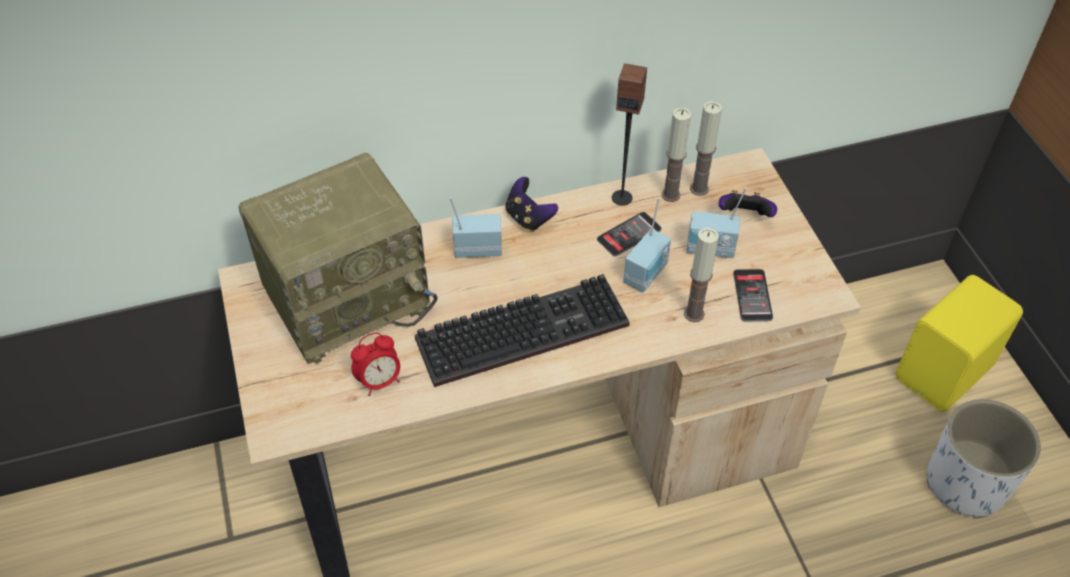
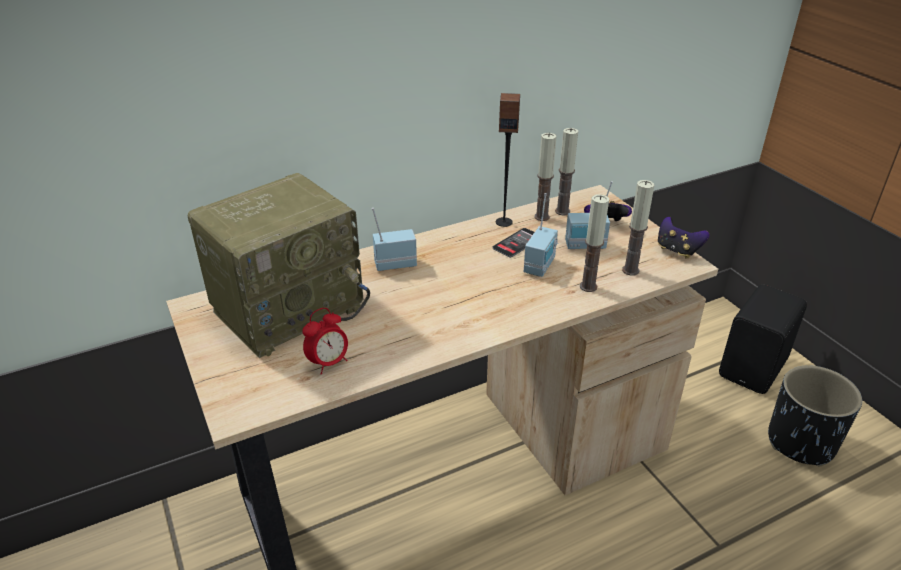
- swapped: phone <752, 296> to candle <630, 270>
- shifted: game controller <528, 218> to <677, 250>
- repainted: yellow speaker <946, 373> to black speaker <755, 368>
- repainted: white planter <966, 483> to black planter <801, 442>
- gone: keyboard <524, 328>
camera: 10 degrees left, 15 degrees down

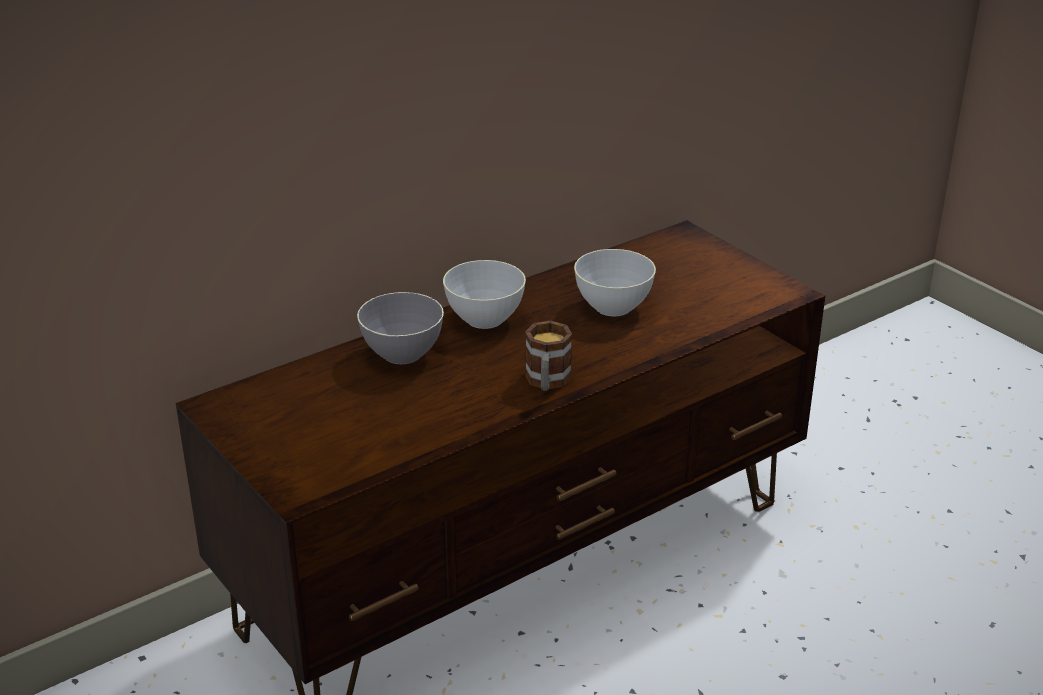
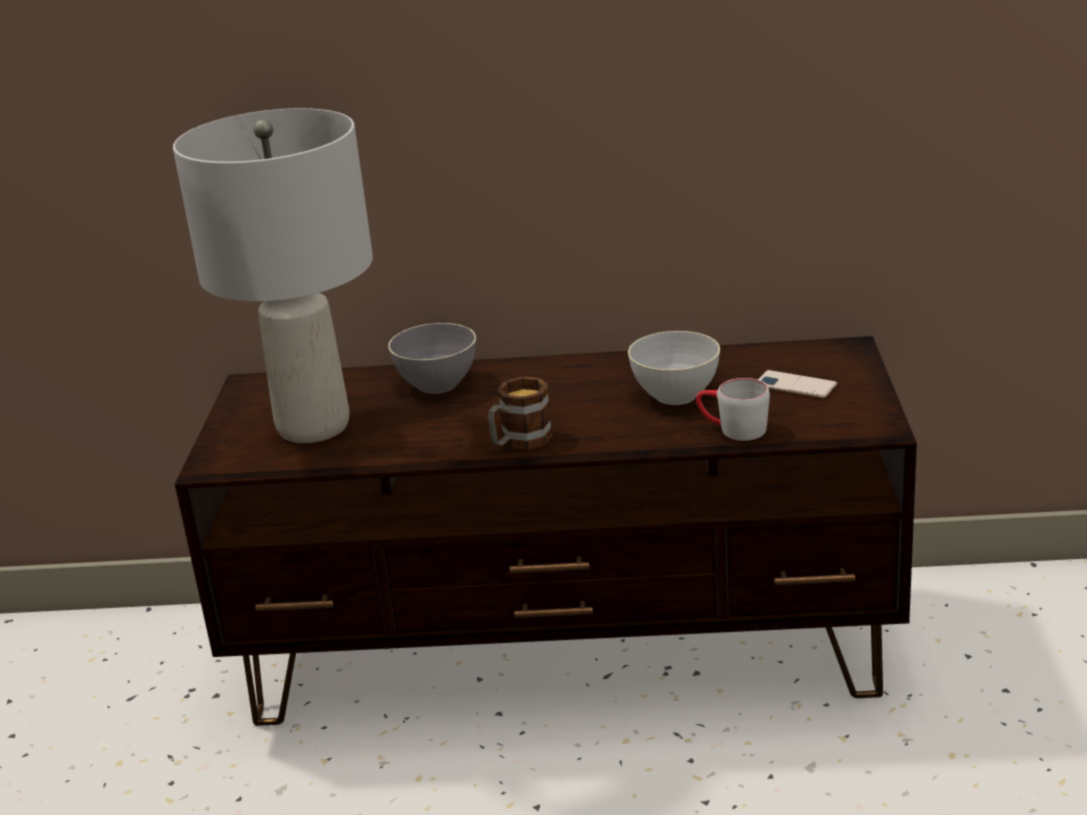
- new: grey table lamp <314, 426>
- new: grey mug <732, 429>
- new: phone <795, 385>
- gone: grey bowl <484, 319>
camera: 40 degrees right, 5 degrees down

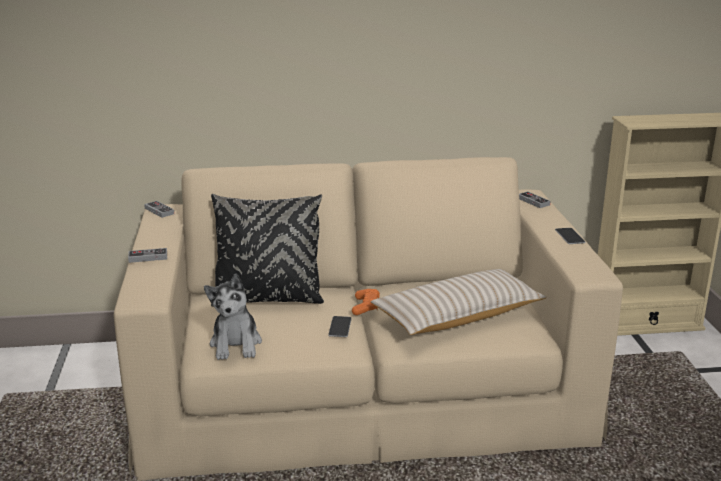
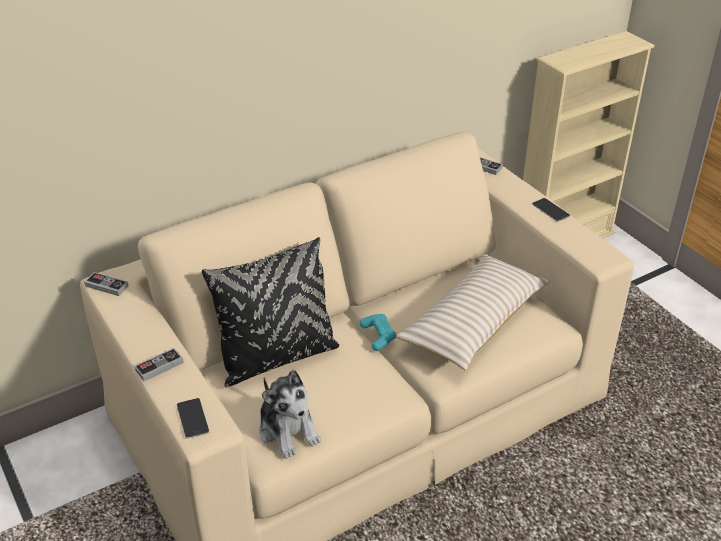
- shifted: phone <340, 327> to <192, 418>
- repainted: orange game controller <366, 307> to turquoise game controller <378, 336>
camera: 25 degrees left, 15 degrees up

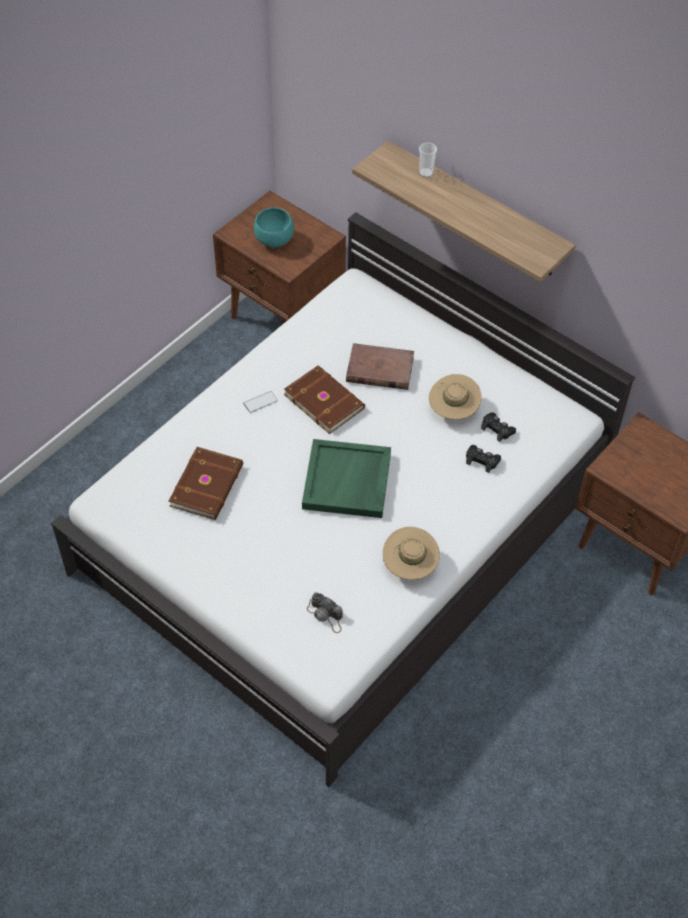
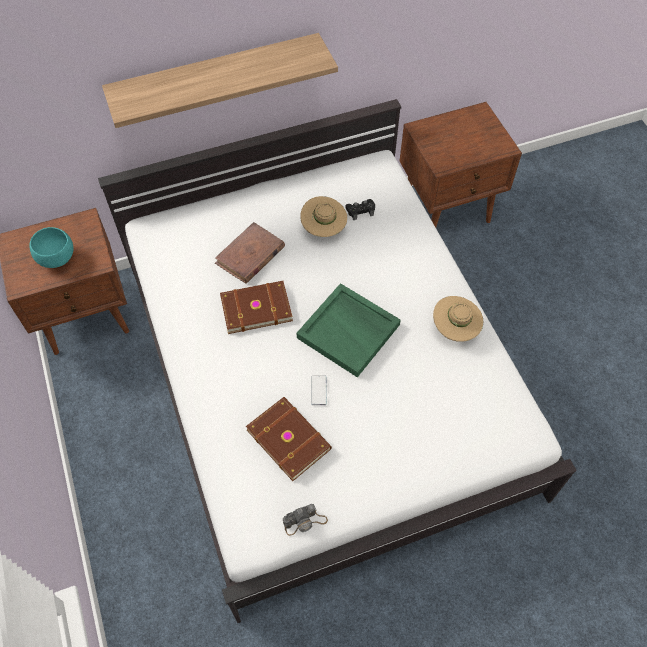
- shifted: photo camera <326, 616> to <305, 522>
- shifted: phone <260, 402> to <318, 390>
- gone: cup <426, 173>
- gone: black game controller <482, 460>
camera: 60 degrees left, 5 degrees up

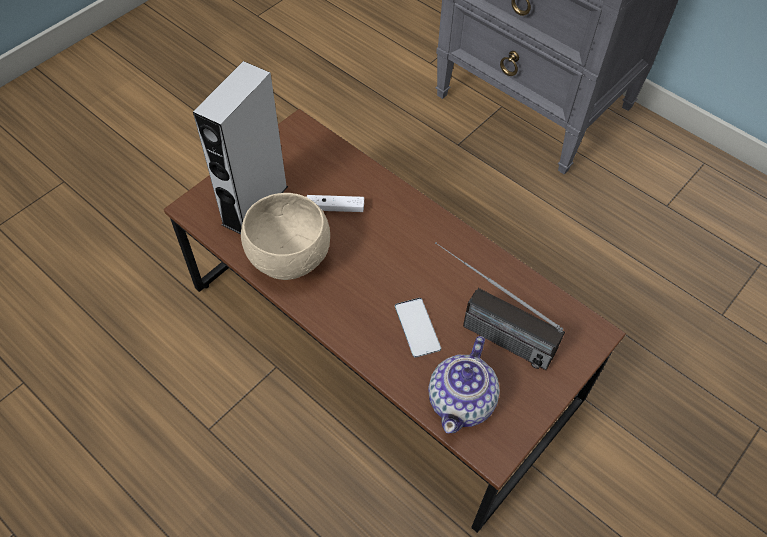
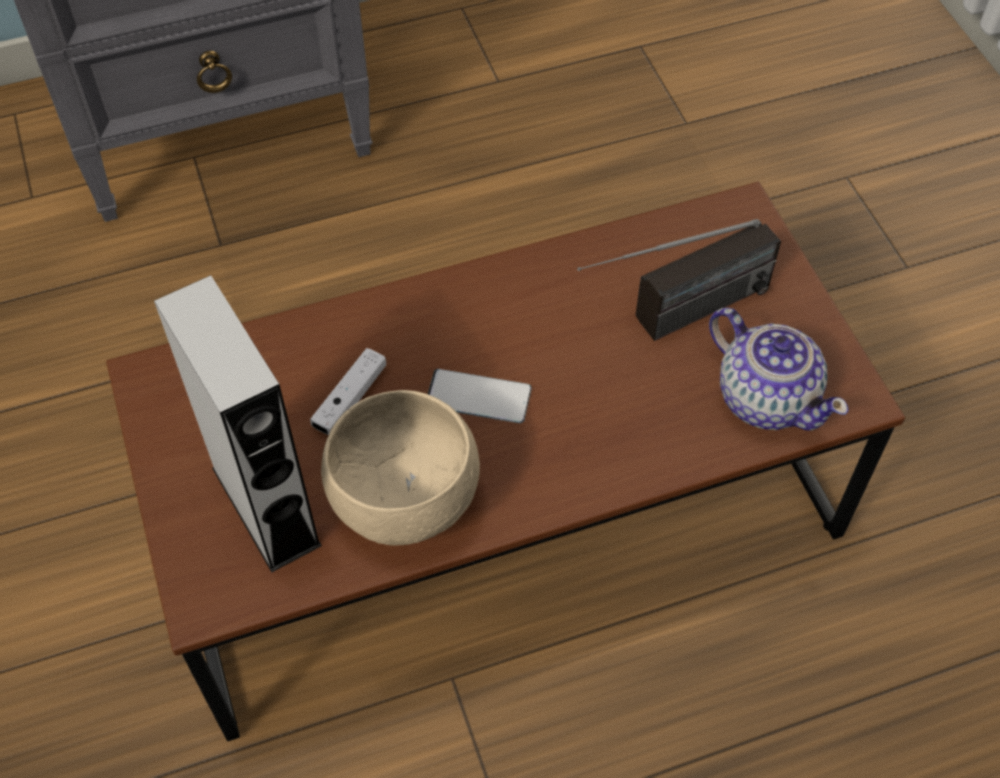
- shifted: phone <417, 327> to <478, 397>
camera: 60 degrees left, 0 degrees up

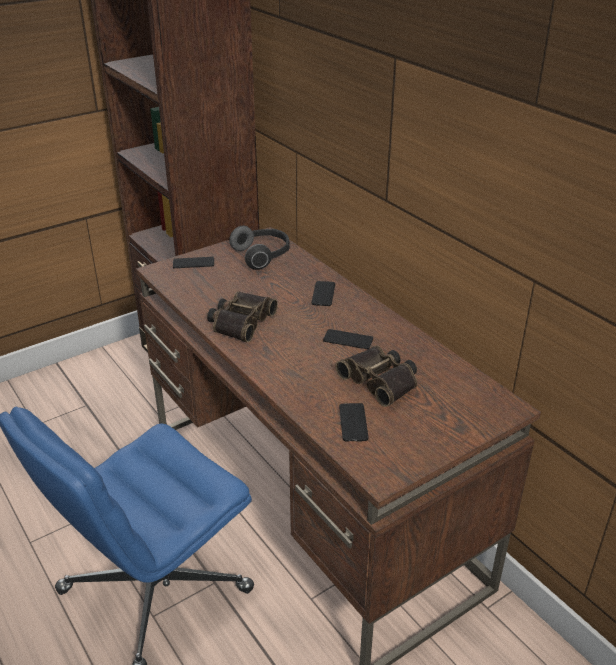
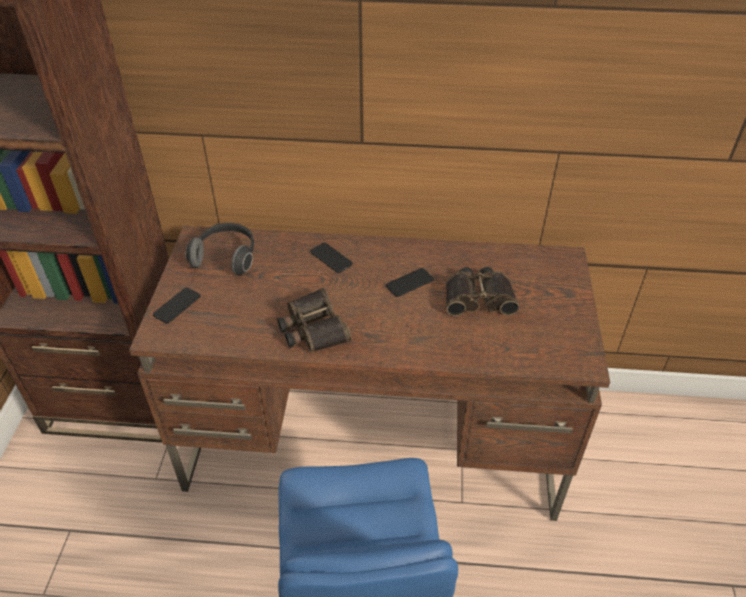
- gone: phone <353, 422>
camera: 50 degrees left, 10 degrees up

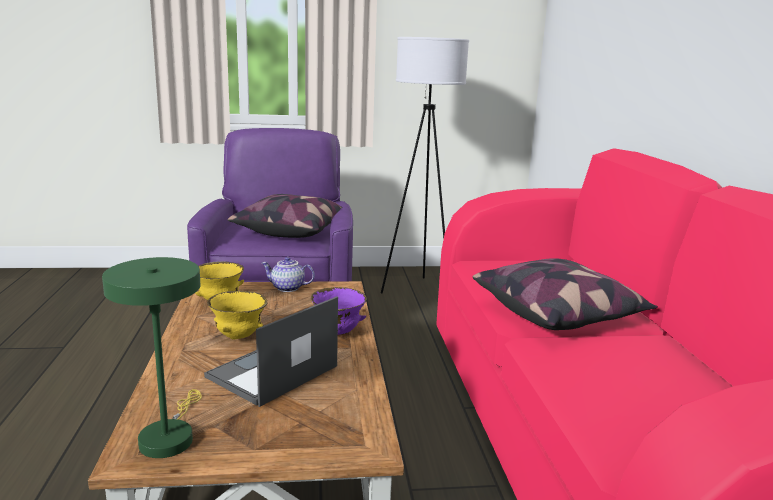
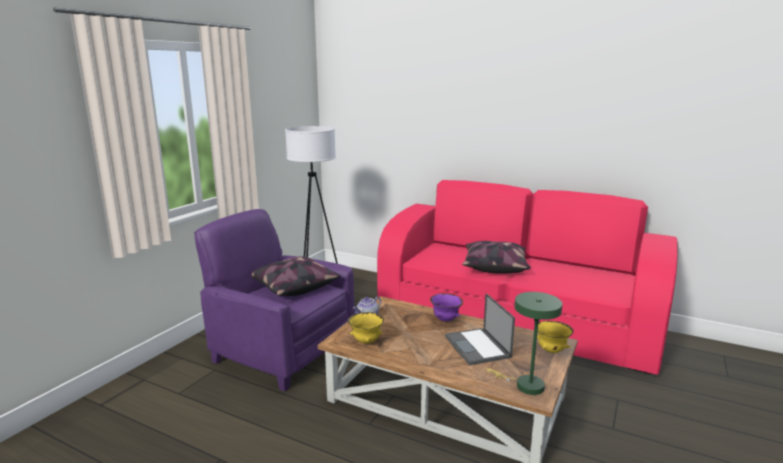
- shifted: yellow bowl <238, 337> to <552, 351>
camera: 55 degrees left, 0 degrees up

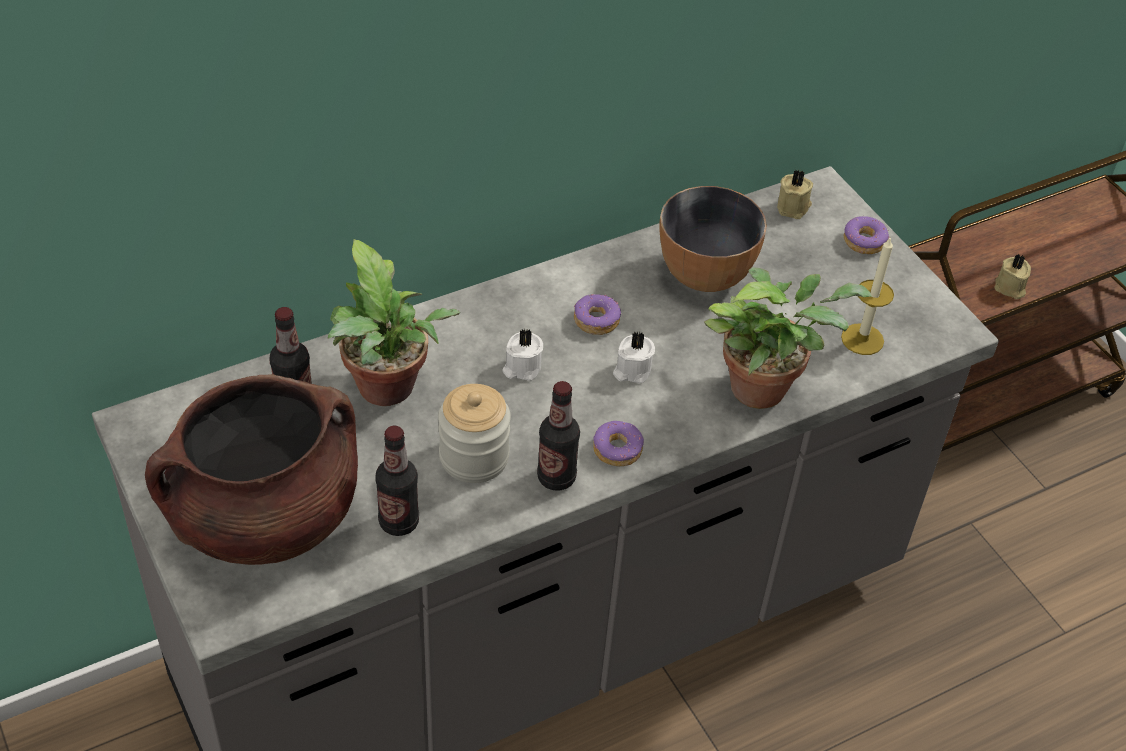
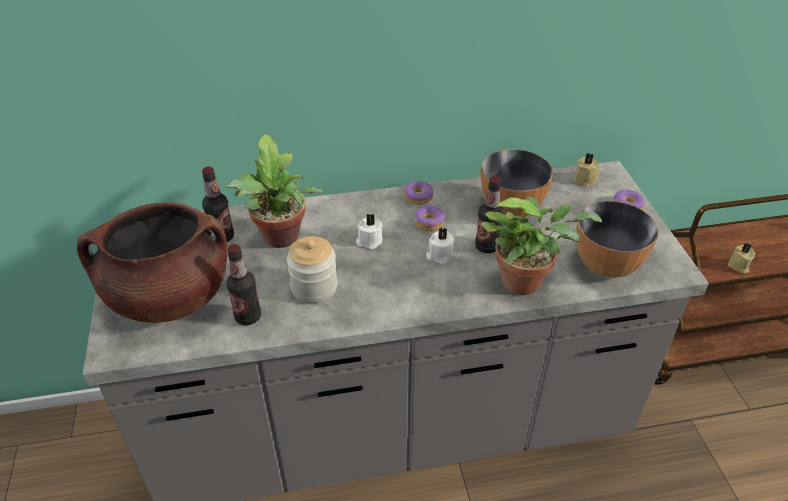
- shifted: donut <617, 449> to <418, 197>
- shifted: bottle <556, 477> to <487, 246>
- swapped: candle <862, 339> to bowl <606, 264>
camera: 20 degrees right, 5 degrees down

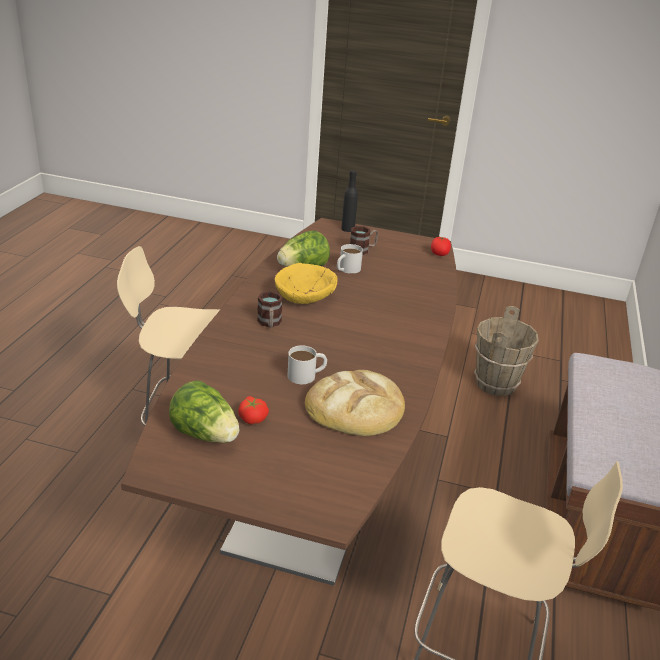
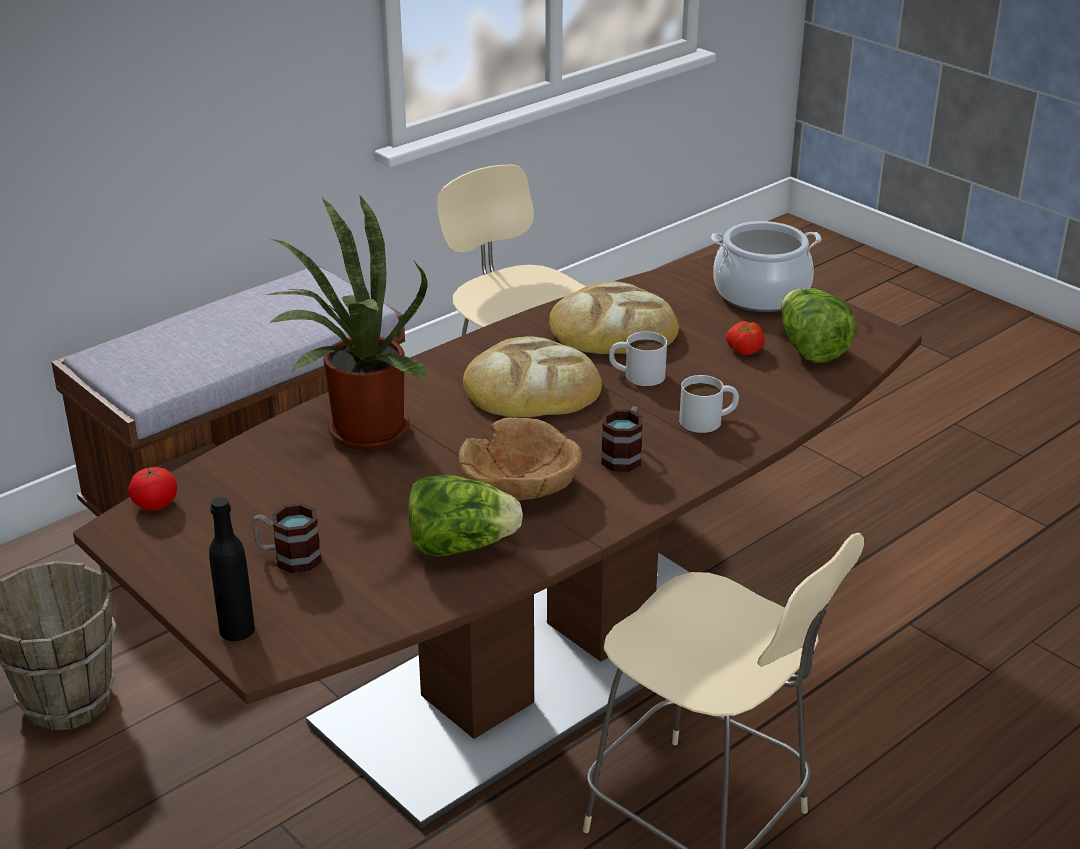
- new: potted plant <359, 433>
- repainted: yellow bowl <305, 297> to brown bowl <521, 485>
- new: bread <531, 388>
- shifted: white mug <346, 269> to <708, 420>
- new: cooking pot <761, 294>
camera: 145 degrees left, 0 degrees up

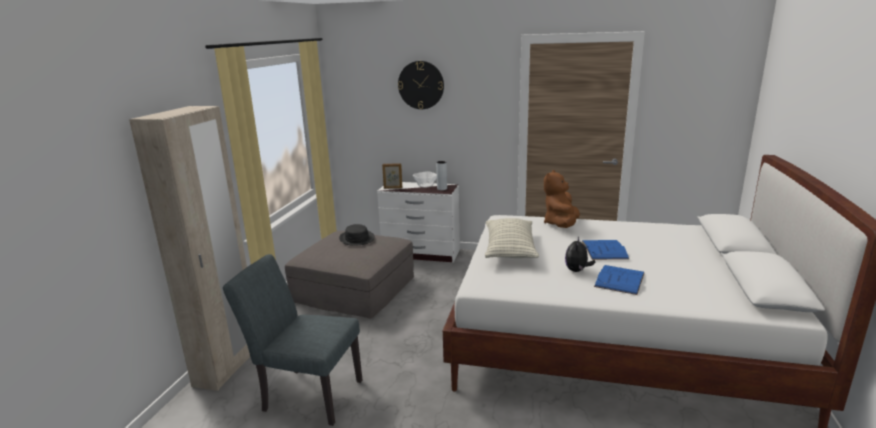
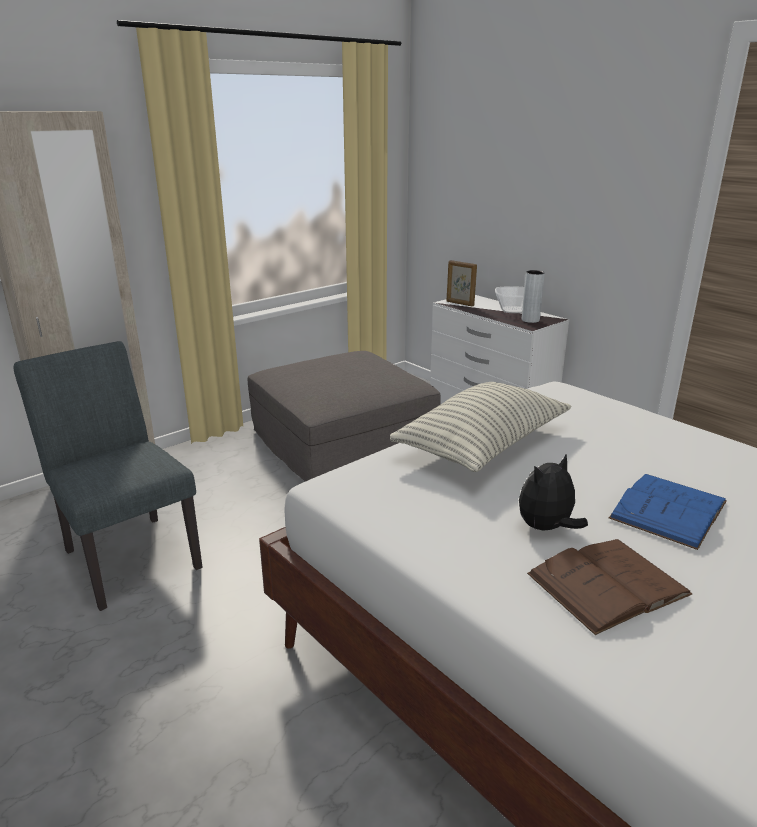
- repainted: blue book <619, 280> to brown book <607, 584>
- gone: black hat <356, 238>
- gone: wall clock <421, 85>
- gone: brown plush toy <561, 224>
camera: 35 degrees right, 5 degrees up

